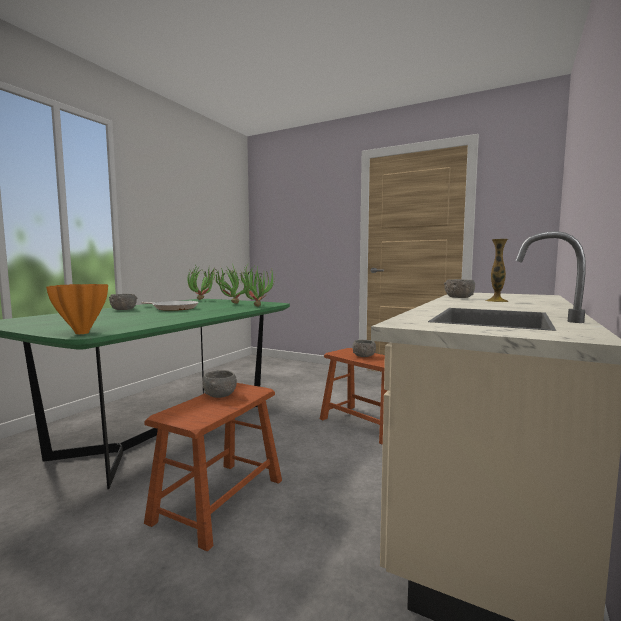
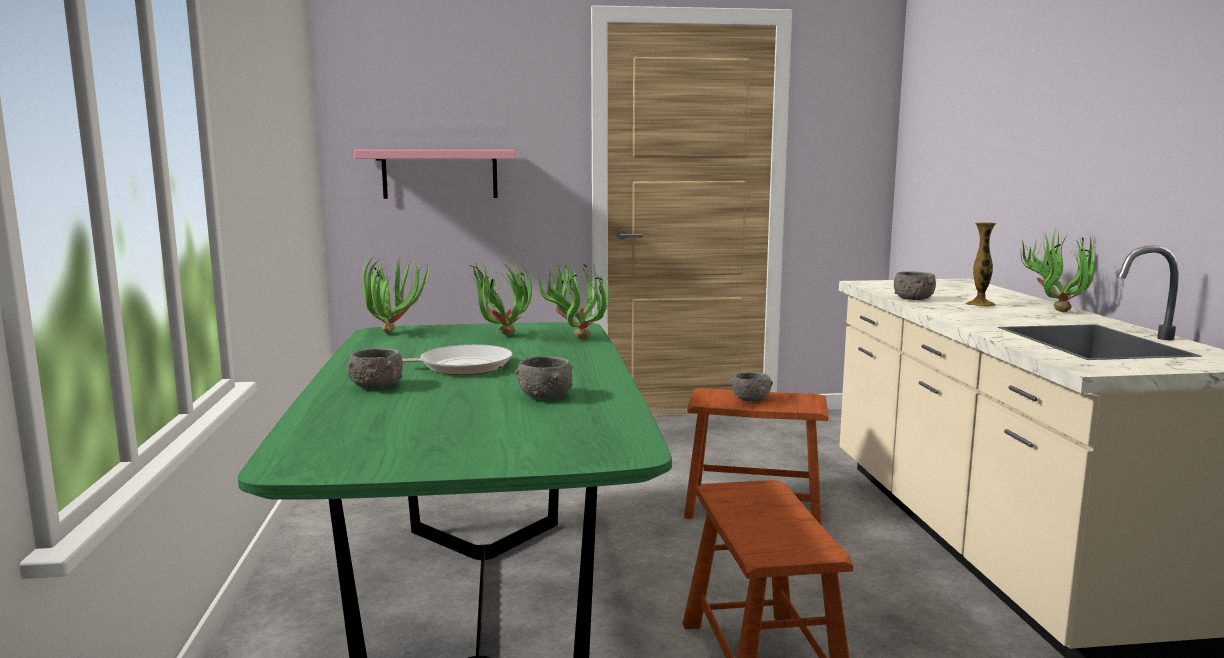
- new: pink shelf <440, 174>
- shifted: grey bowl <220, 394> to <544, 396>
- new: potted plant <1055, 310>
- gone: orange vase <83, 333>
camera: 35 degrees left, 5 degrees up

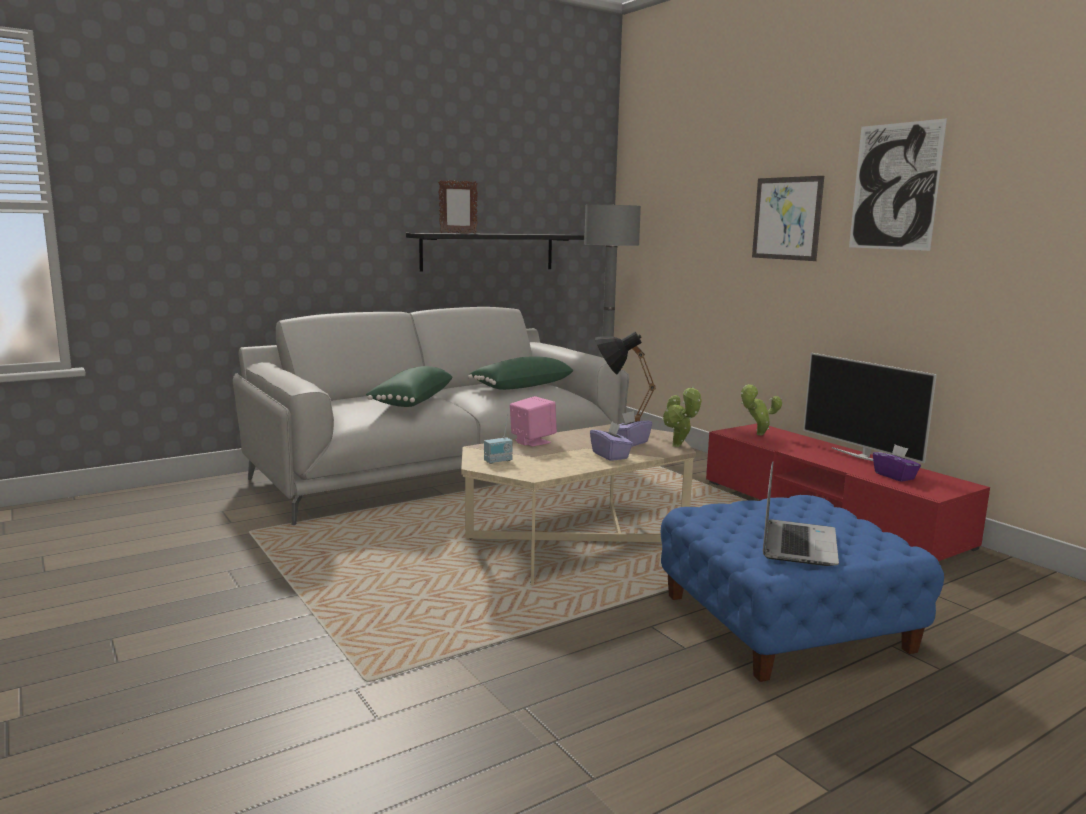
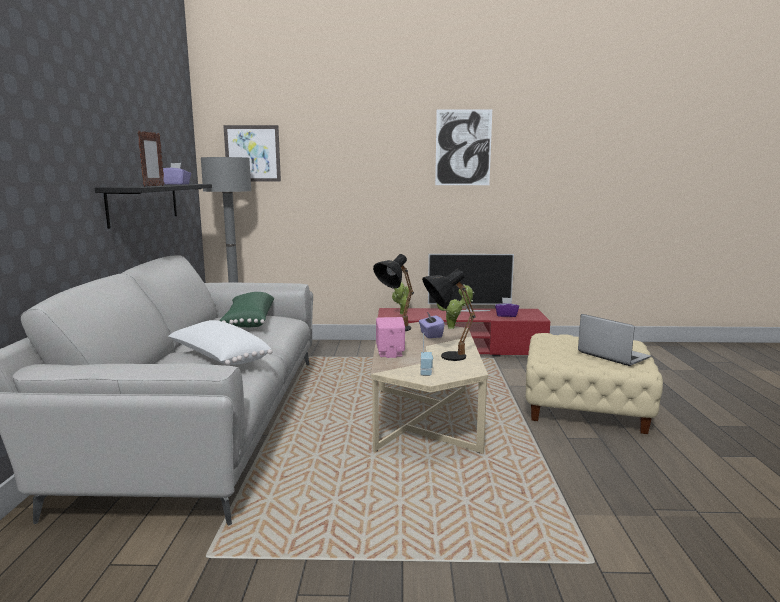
- shifted: purple tissue box <610, 455> to <176, 184>
- repainted: green pillow <411, 401> to white pillow <219, 358>
- shifted: picture <787, 218> to <252, 153>
- new: black table lamp <444, 357>
- repainted: blue ottoman <786, 622> to beige ottoman <585, 405>
camera: 55 degrees left, 0 degrees up

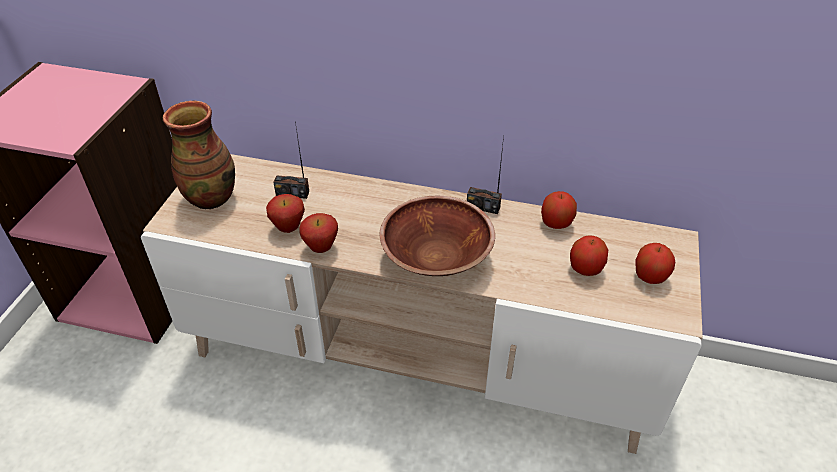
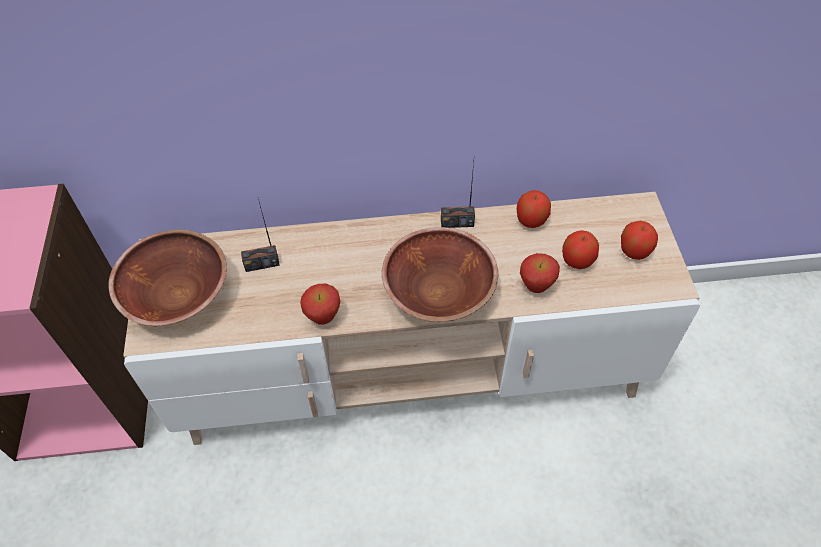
- swapped: vase <211, 197> to brown bowl <177, 294>
- shifted: apple <288, 228> to <536, 286>
camera: 20 degrees left, 10 degrees up

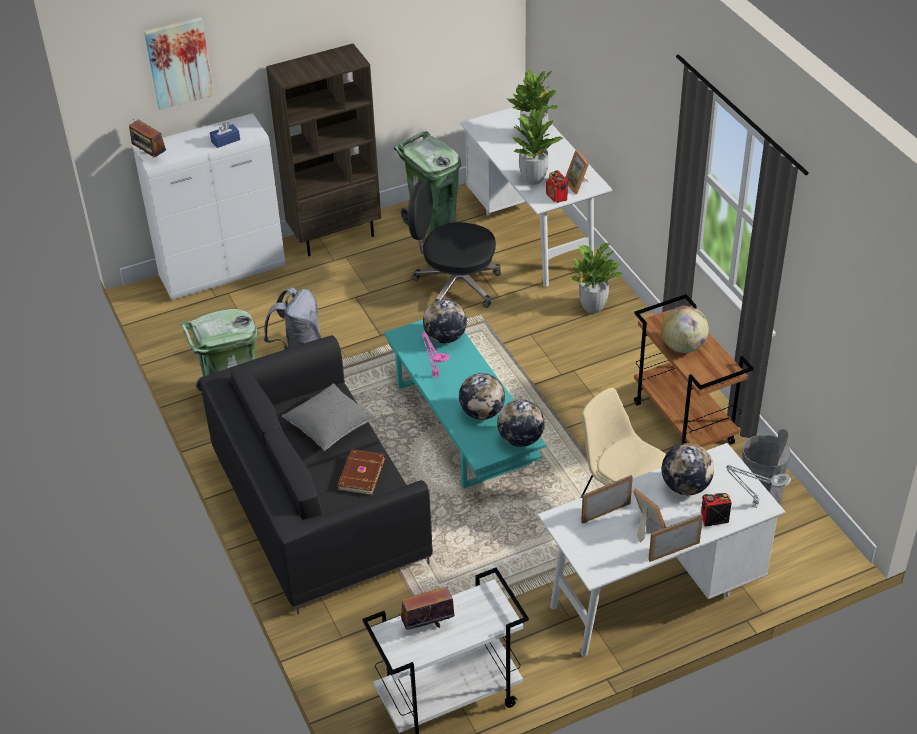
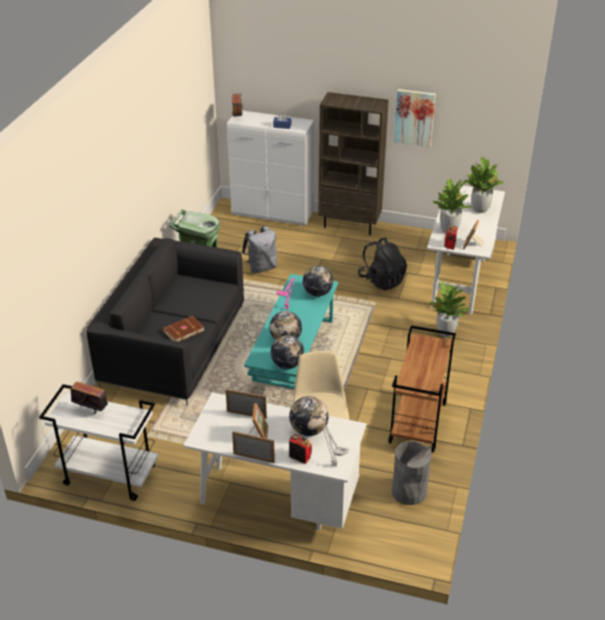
- swapped: black office chair <455, 285> to black backpack <382, 280>
- shifted: picture <178, 62> to <414, 117>
- gone: grey pillow <330, 427>
- gone: green trash can <432, 221>
- gone: globe <683, 346>
camera: 40 degrees right, 5 degrees down

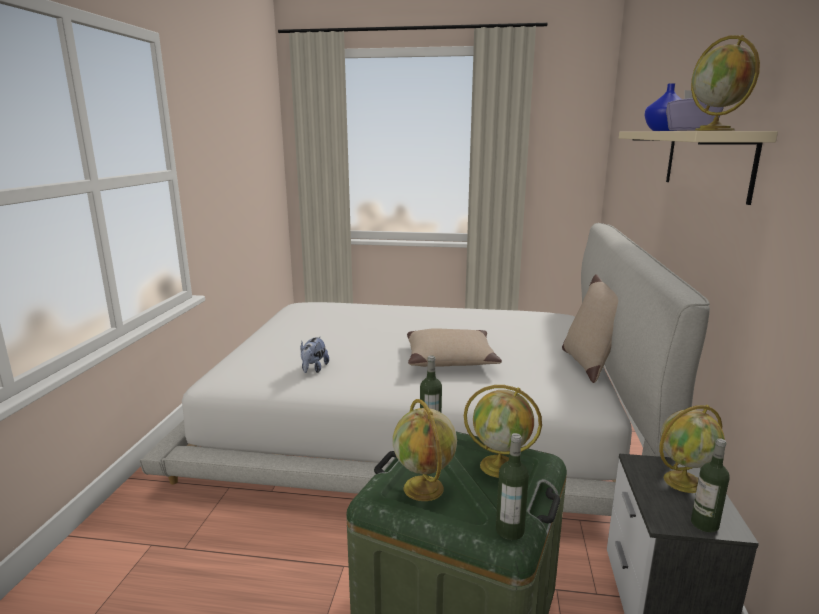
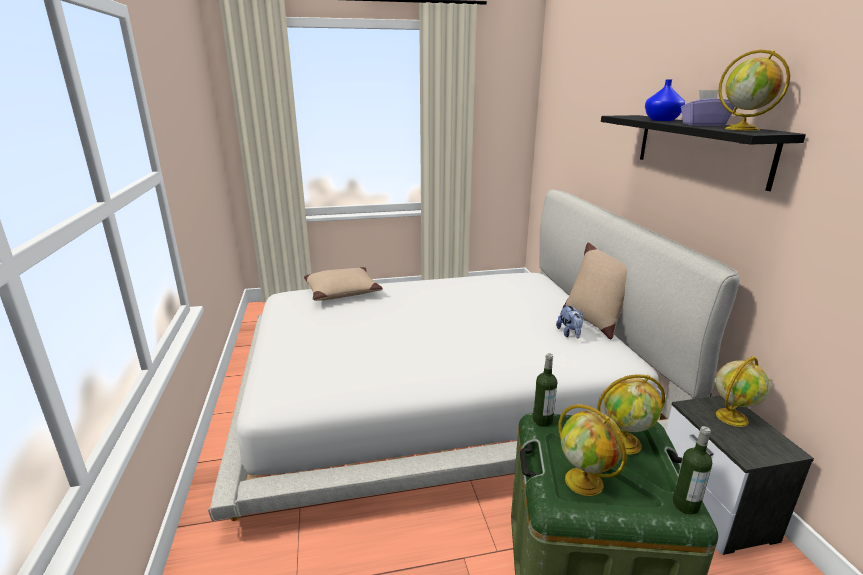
- shifted: beige pillow <450, 358> to <342, 292>
- shifted: plush toy <313, 369> to <569, 334>
- repainted: beige shelf <706, 161> to black shelf <700, 148>
- gone: bottle <704, 524>
camera: 20 degrees left, 5 degrees up

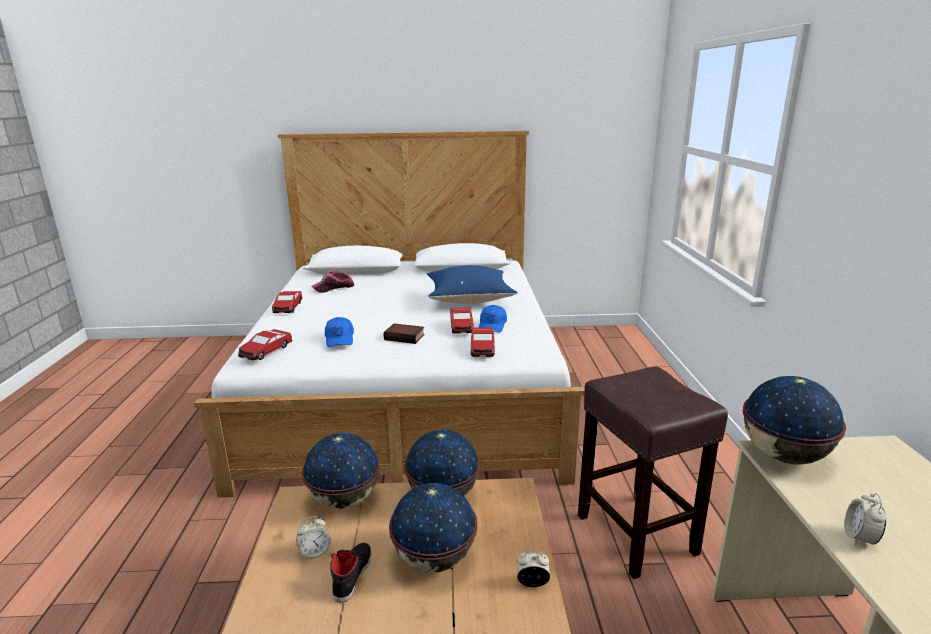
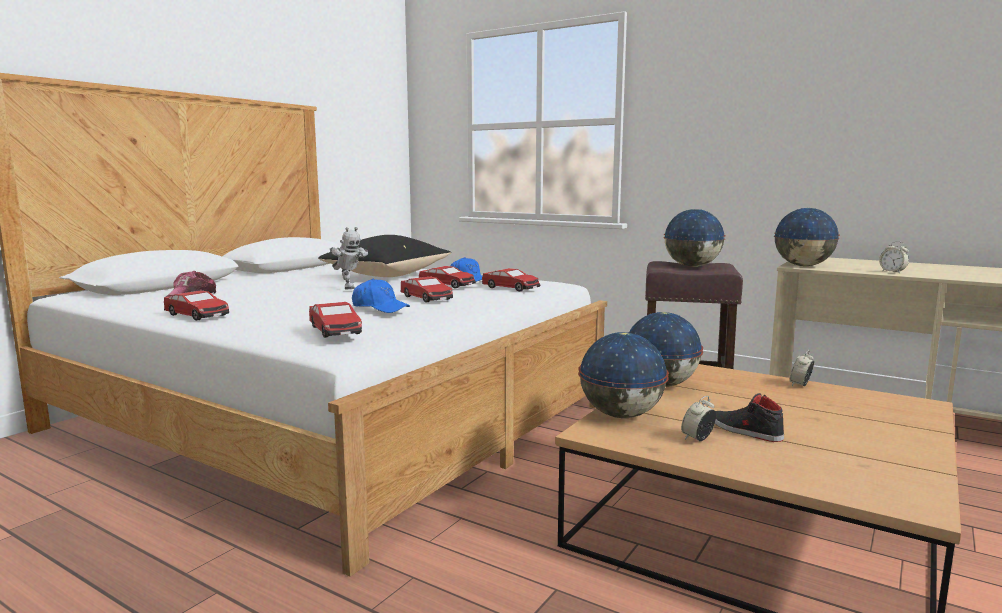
- repainted: blue pillow <470, 299> to black pillow <387, 276>
- new: toy robot <348, 288>
- swapped: book <405, 337> to toy car <426, 298>
- shifted: globe <434, 559> to <692, 266>
- rotated: alarm clock <315, 552> = <697, 439> 135 degrees counterclockwise
camera: 55 degrees left, 10 degrees down

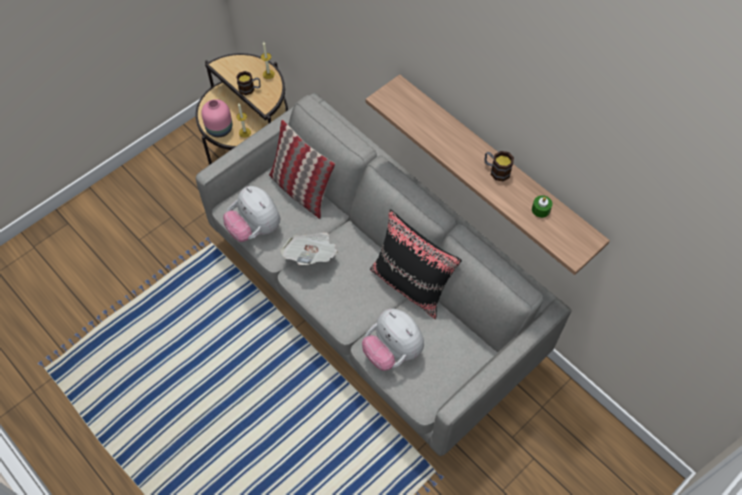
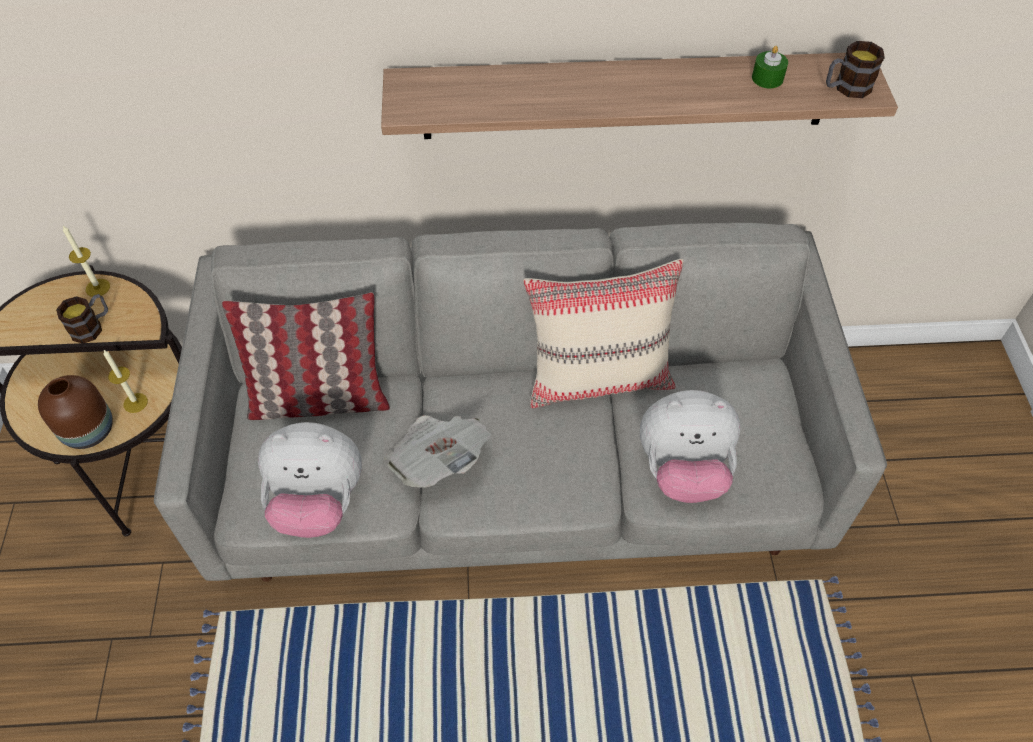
- repainted: pink vase <219, 129> to brown vase <87, 431>
- repainted: black pillow <411, 285> to beige pillow <599, 378>
- shifted: mug <496, 170> to <846, 88>
camera: 50 degrees left, 5 degrees down

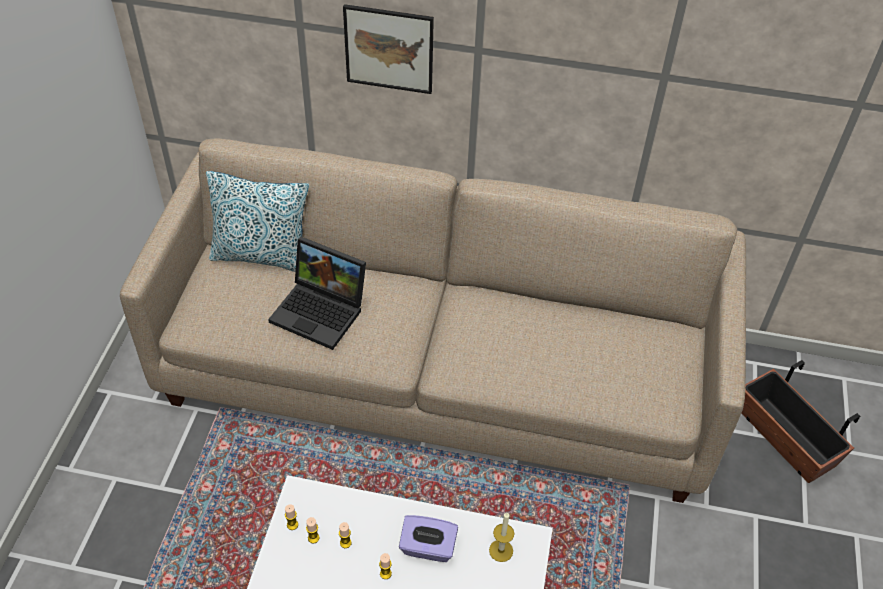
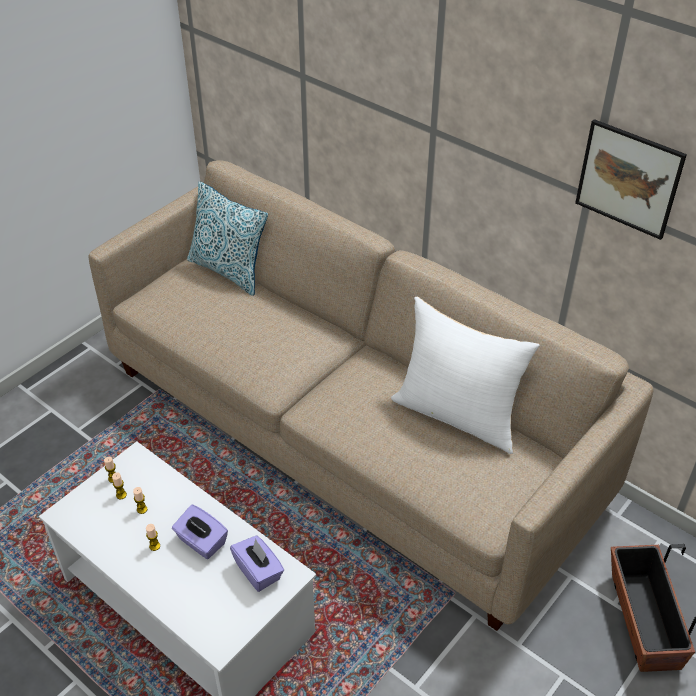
- swapped: candle <501, 550> to purple tissue box <258, 571>
- new: white pillow <458, 414>
- shifted: picture <389, 49> to <628, 179>
- gone: laptop <322, 311>
camera: 30 degrees right, 5 degrees down

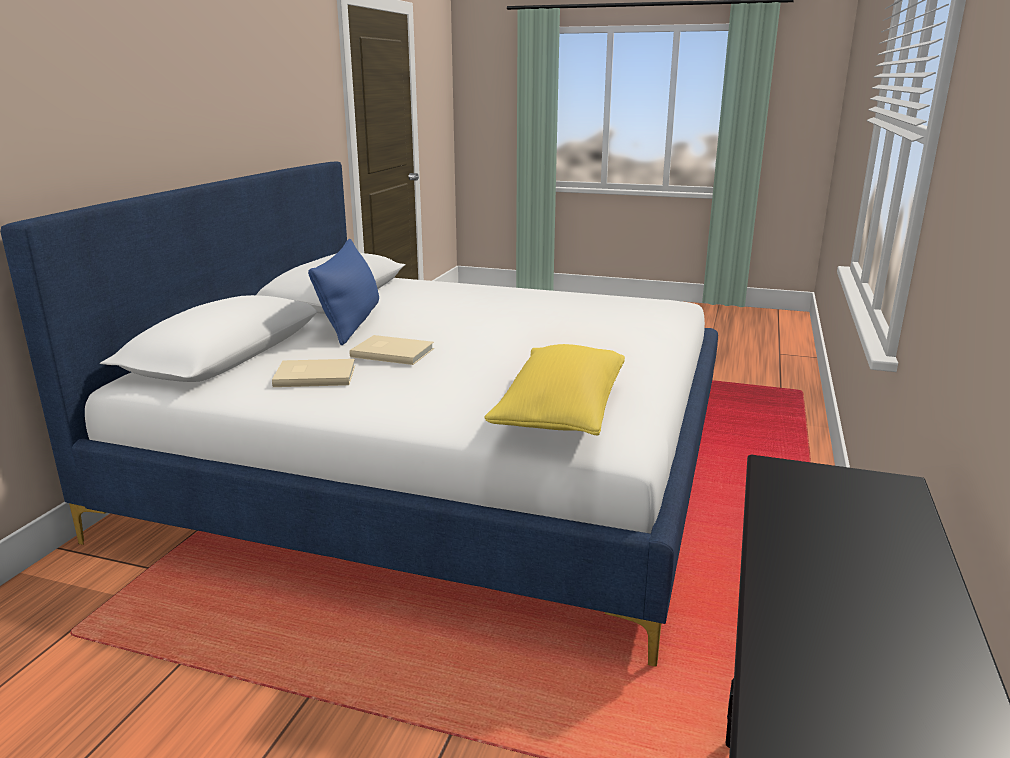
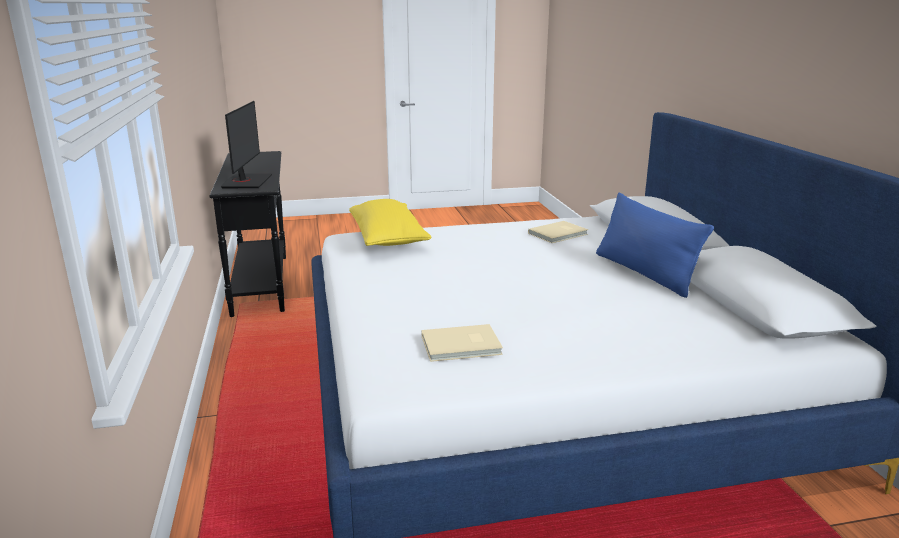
- new: monitor <246, 181>
- shifted: beige book <392, 352> to <462, 346>
camera: 150 degrees right, 0 degrees up

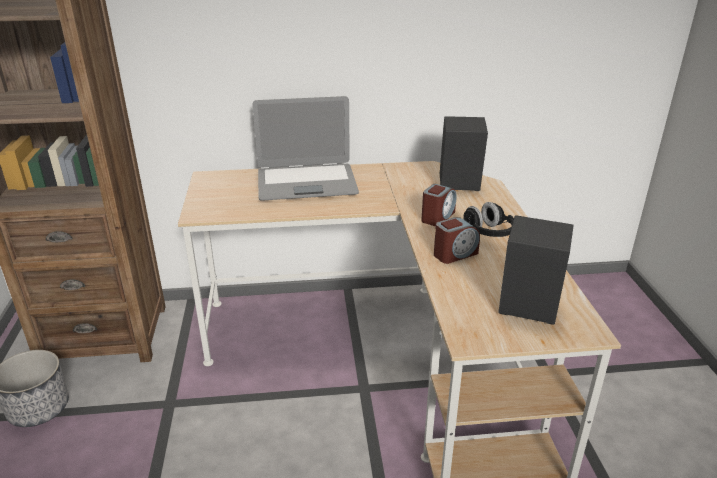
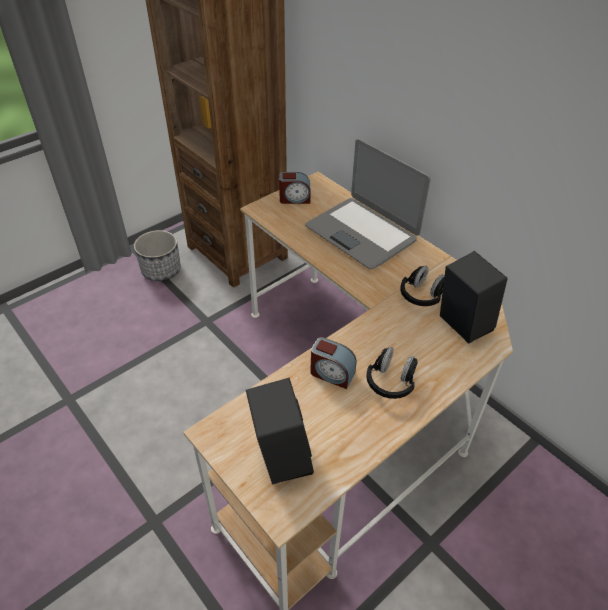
- shifted: alarm clock <437, 217> to <294, 199>
- new: black headphones <422, 296>
camera: 55 degrees right, 15 degrees up

